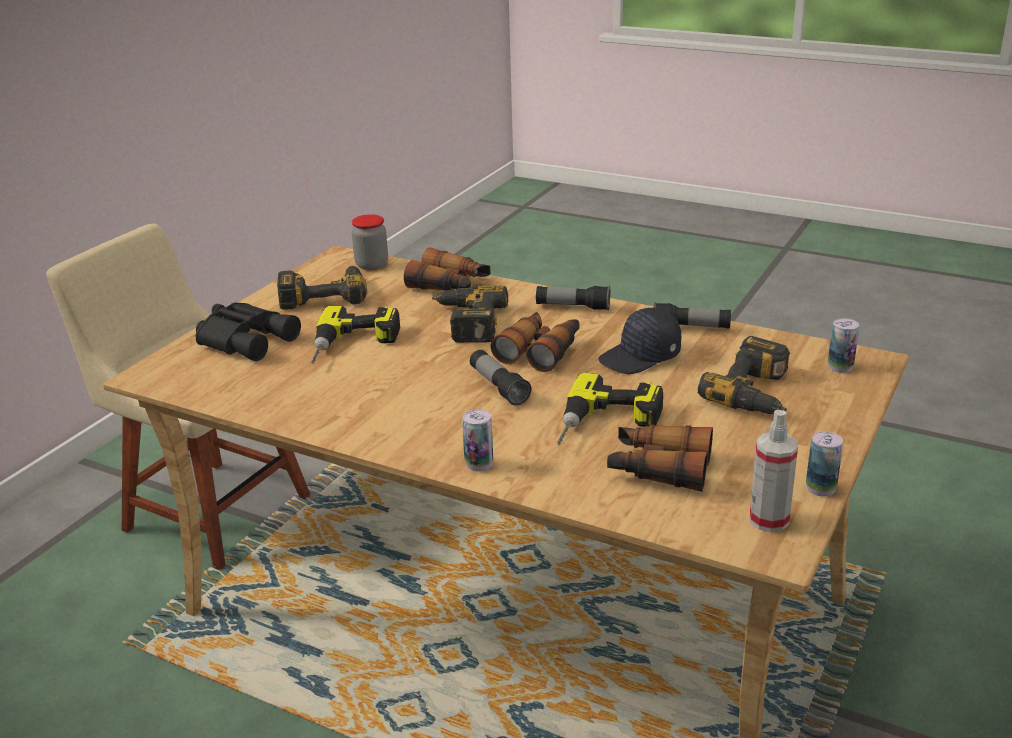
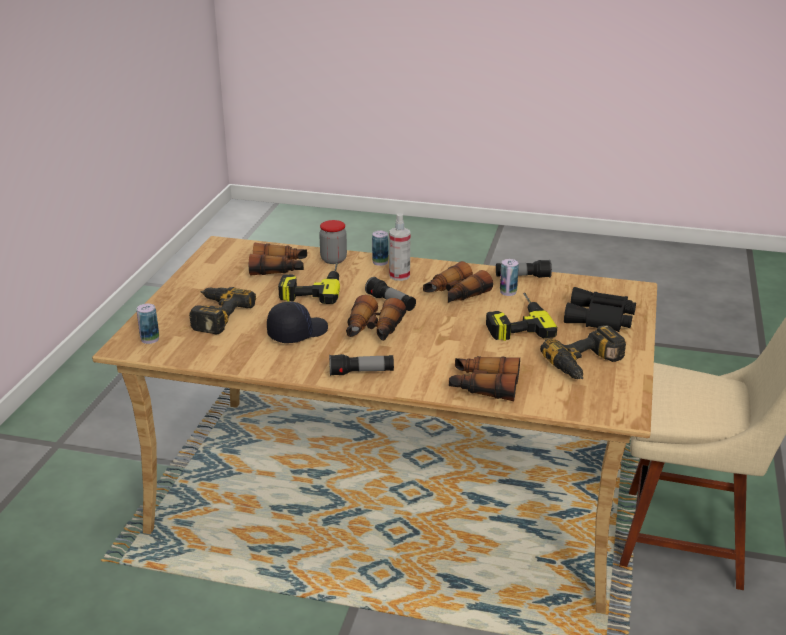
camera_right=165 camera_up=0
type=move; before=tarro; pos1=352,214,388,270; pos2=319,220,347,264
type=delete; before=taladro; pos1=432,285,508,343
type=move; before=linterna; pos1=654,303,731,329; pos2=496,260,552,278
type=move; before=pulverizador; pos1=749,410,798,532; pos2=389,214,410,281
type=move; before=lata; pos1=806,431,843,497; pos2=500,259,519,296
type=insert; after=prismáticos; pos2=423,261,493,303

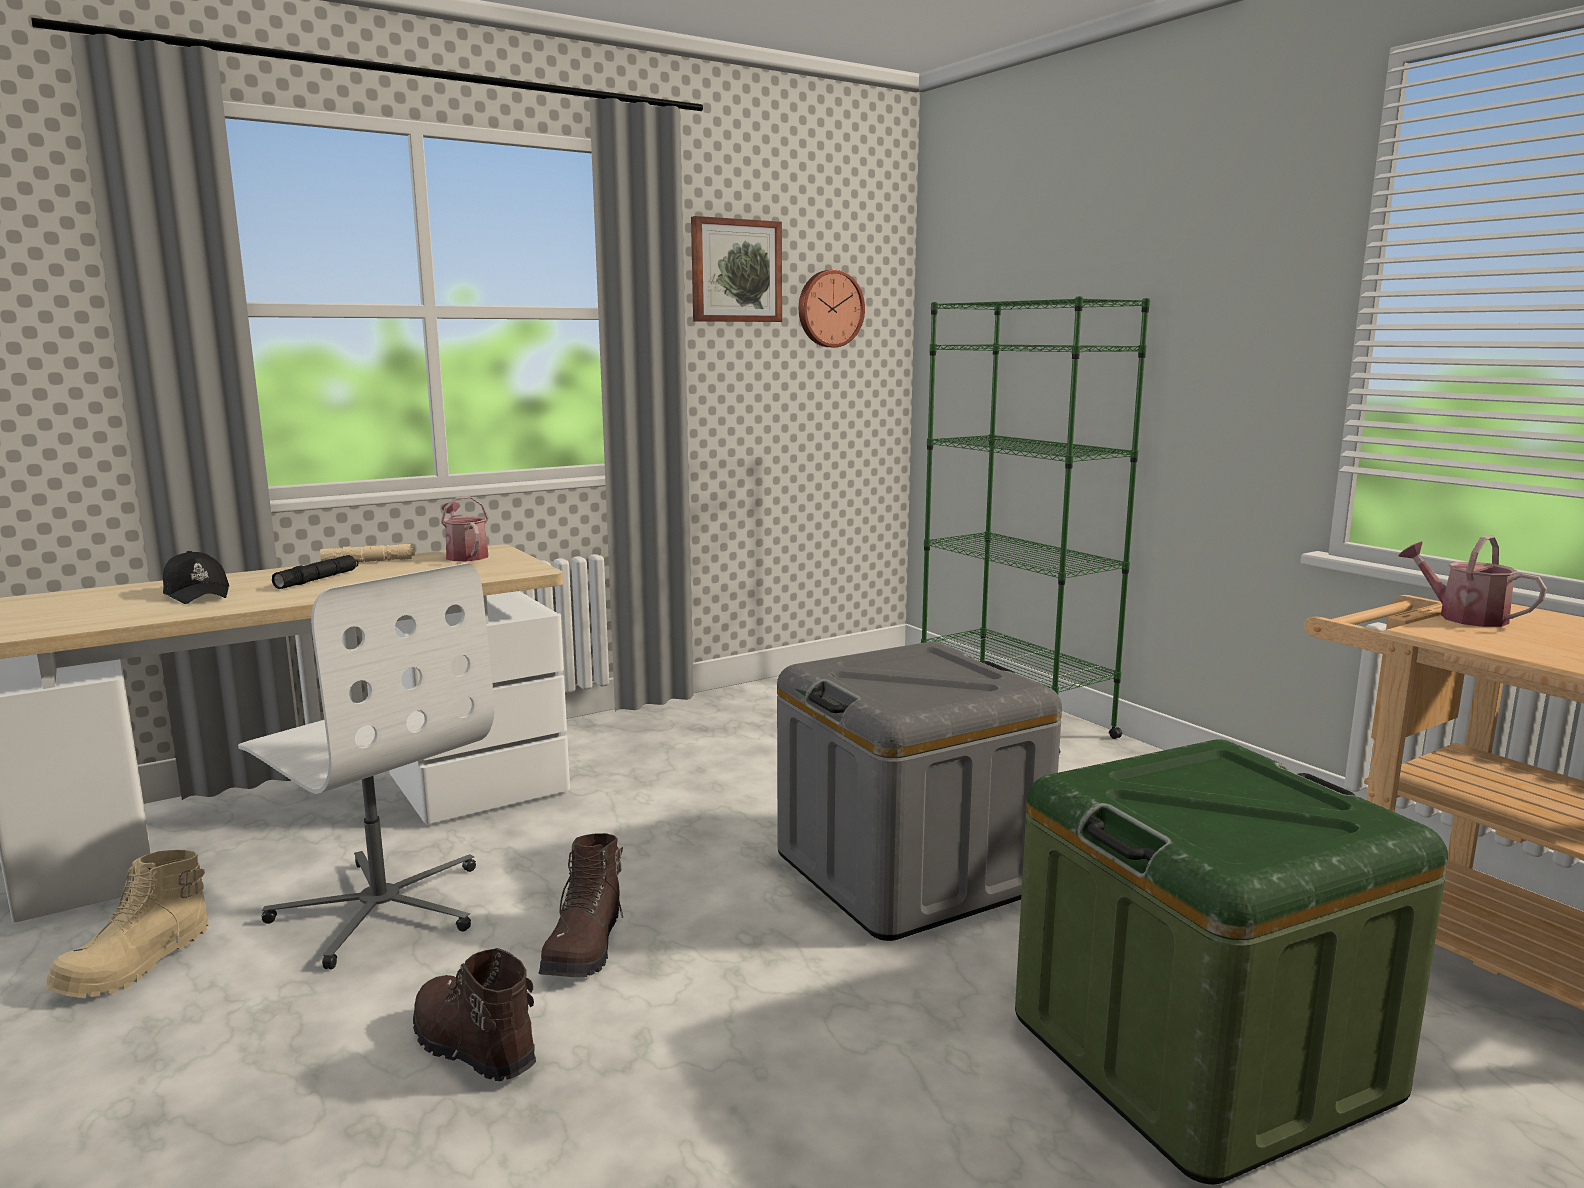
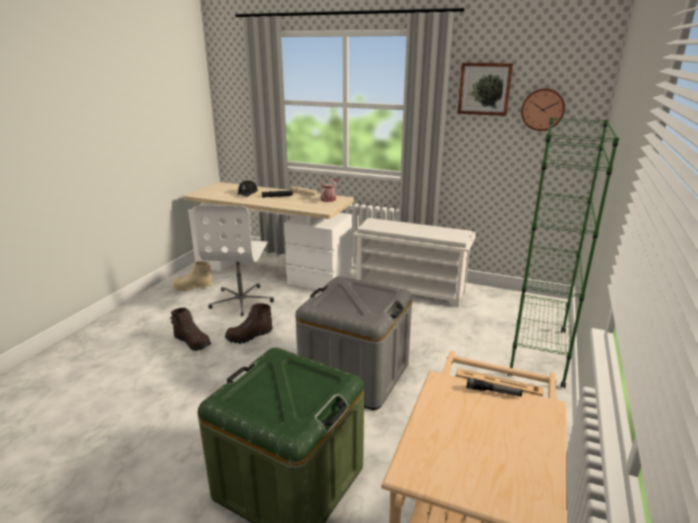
camera_right=55 camera_up=10
type=rotate; before=bota/marrón; pos1=413,948,536,1081; pos2=170,308,211,351; turn=120
type=replace; before=regadera; after=linterna; pos1=1398,535,1547,627; pos2=467,377,522,396
type=insert; after=zapatero/blanco; pos2=353,218,476,308

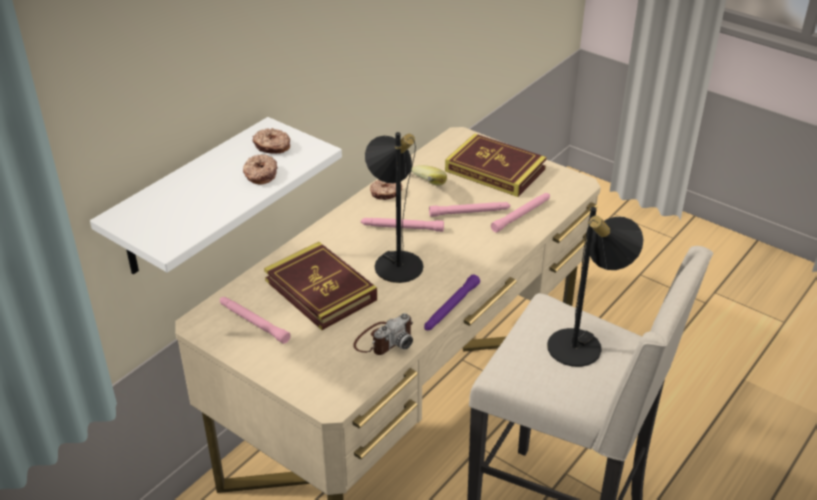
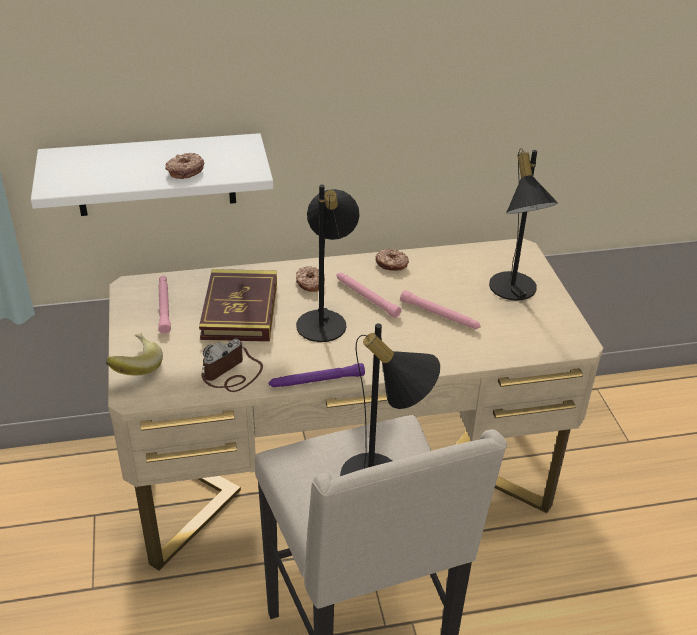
camera_right=40 camera_up=0
type=move; before=rosquilla; pos1=252,128,290,154; pos2=296,266,325,292
type=rotate; before=cámara; pos1=353,313,413,355; pos2=201,339,263,392; turn=135
type=move; before=plátano; pos1=411,165,447,186; pos2=105,333,163,375
type=replace; before=libro; after=lámpara de mesa/negro; pos1=445,133,547,197; pos2=489,148,558,301
type=delete; before=linterna/rosa; pos1=491,193,550,232

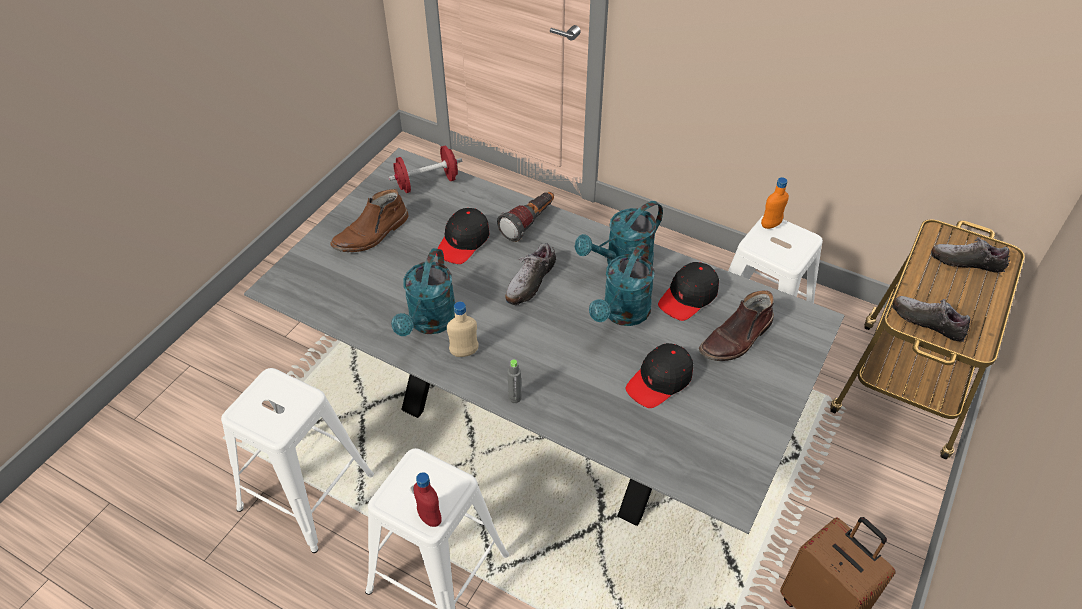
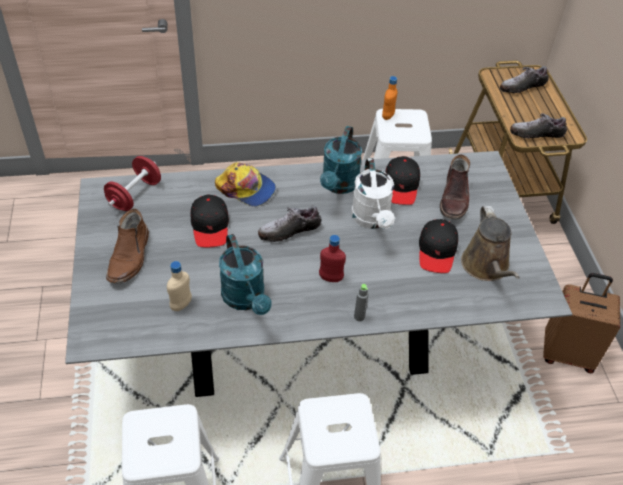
camera_right=-40 camera_up=0
type=move; before=botella/rojo; pos1=413,472,442,527; pos2=319,235,346,282
type=move; before=botella/beis; pos1=447,302,478,357; pos2=167,261,192,311
type=replace; before=linterna; after=gorra; pos1=497,192,554,242; pos2=215,162,276,207
type=rotate; before=zapato; pos1=505,243,556,305; pos2=258,206,321,242; turn=75
type=recolor; before=regadera/turquesa; after=regadera/blanco; pos1=589,242,655,326; pos2=351,158,395,229
type=insert; after=regadera/marrón; pos2=461,206,520,281

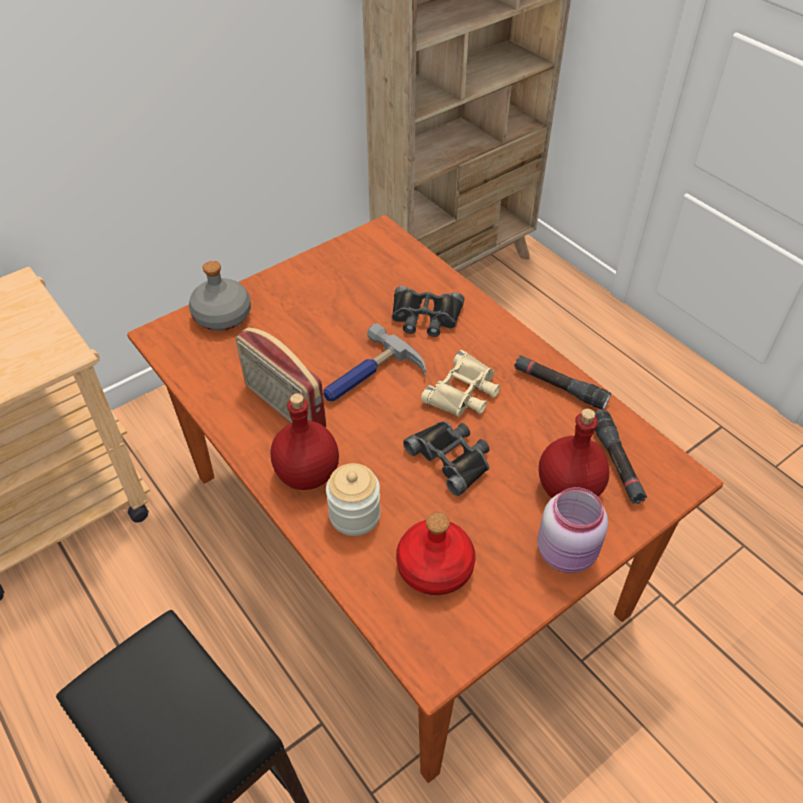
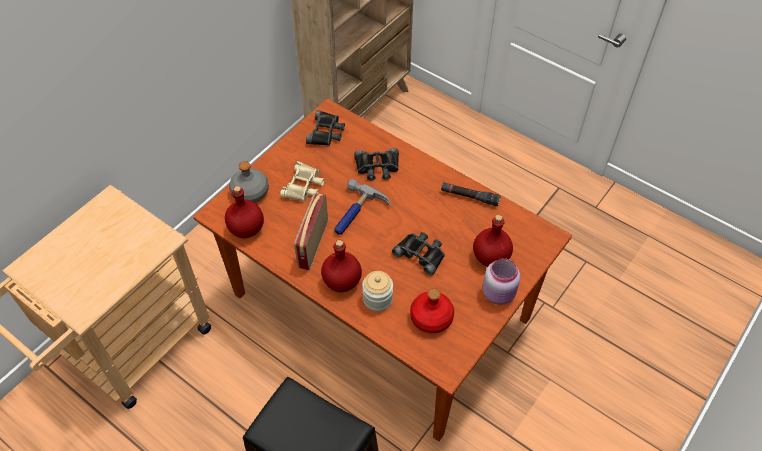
camera_right=-15 camera_up=5
type=rotate; before=radio; pos1=235,326,326,428; pos2=294,194,328,270; turn=75
type=move; before=prismáticos/beis; pos1=421,350,500,417; pos2=280,161,324,202
type=delete; before=linterna/negro; pos1=594,410,647,504
type=insert; after=botella/rojo; pos2=225,186,264,238
type=insert; after=prismáticos/negro; pos2=306,110,345,146

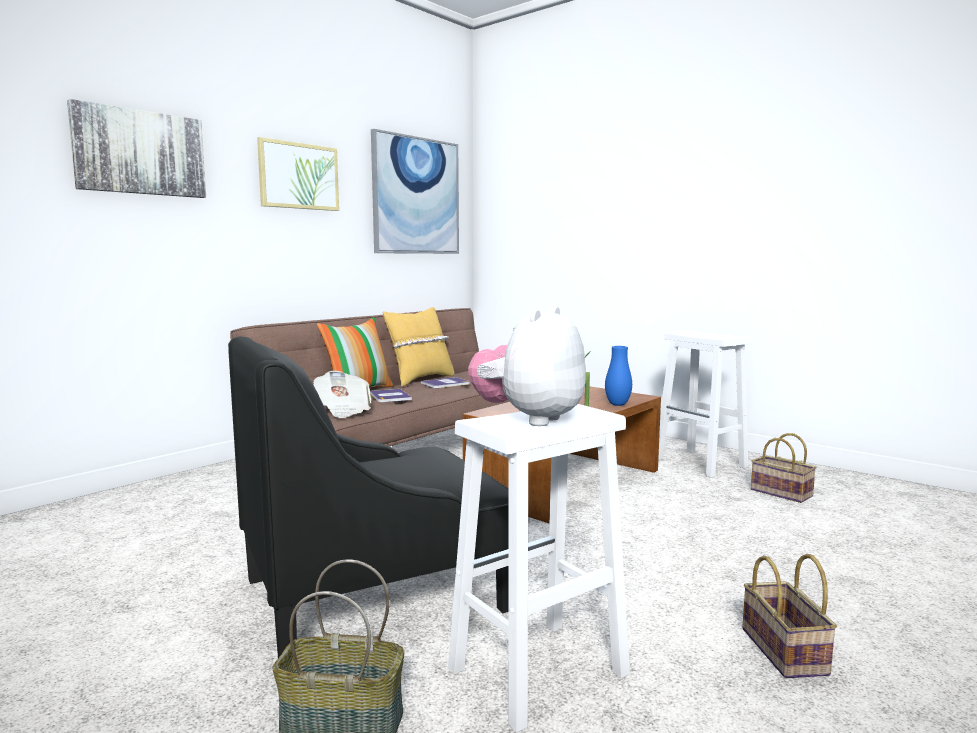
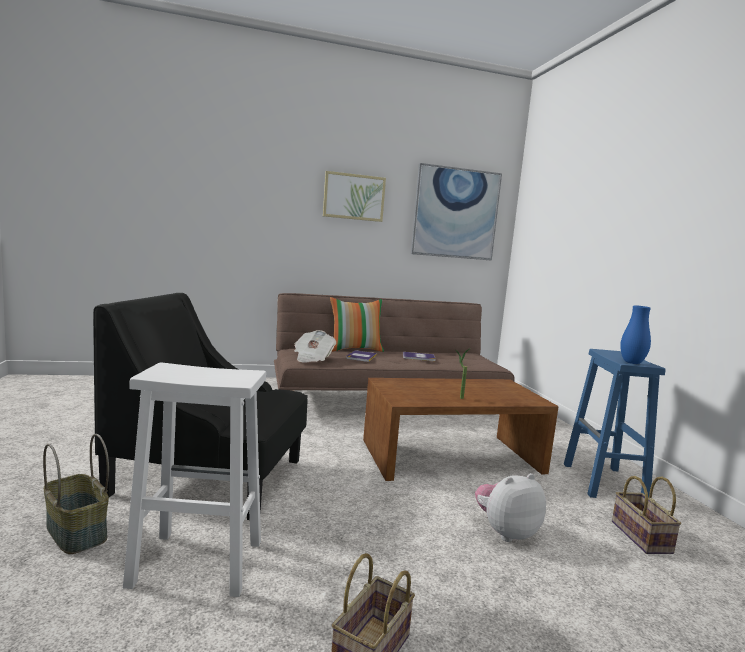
camera_right=35 camera_up=0
type=delete; before=cuadro; pos1=67,99,206,198
type=delete; before=cojín/amarillo; pos1=383,307,455,386
type=move; before=peluche; pos1=468,306,586,426; pos2=475,473,546,542
type=move; before=florero/azul; pos1=605,346,632,406; pos2=620,305,651,364
type=recolor; before=taburete/blanco; after=taburete/azul; pos1=658,330,751,478; pos2=564,349,665,498

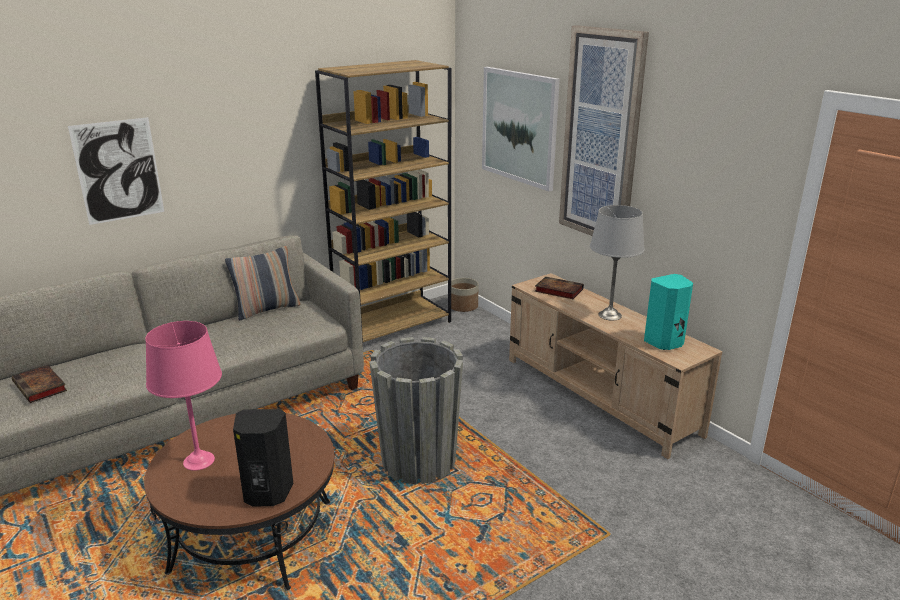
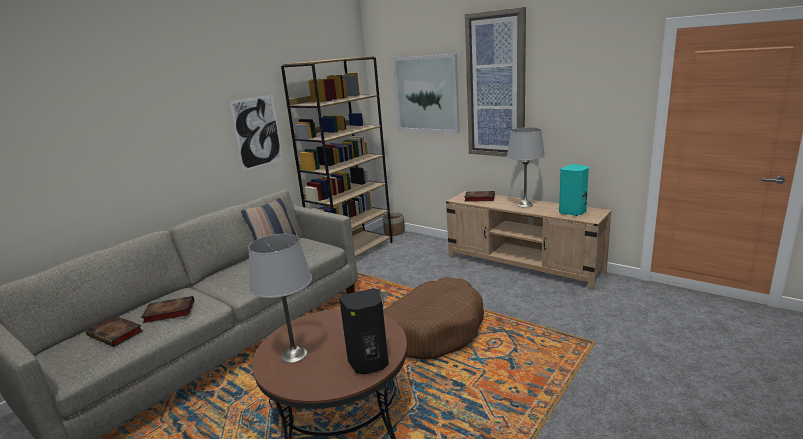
camera_right=-15 camera_up=-5
type=move; before=cuadro; pos1=68,117,164,225; pos2=229,95,283,171
type=recolor; before=lámpara de mesa/rosa; after=lámpara de mesa/gris; pos1=145,321,222,471; pos2=248,234,312,363
type=replace; before=maceta/gris; after=cama para perro/marrón; pos1=369,337,463,484; pos2=383,277,484,359
type=insert; after=libro; pos2=141,296,194,323

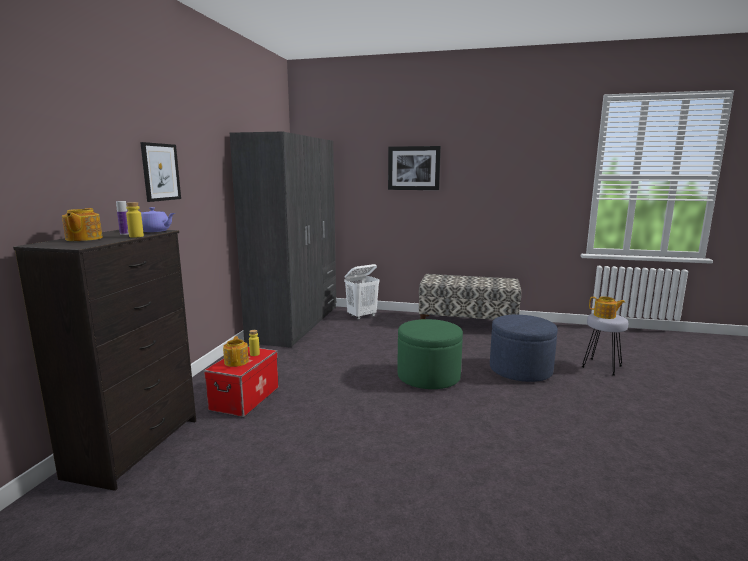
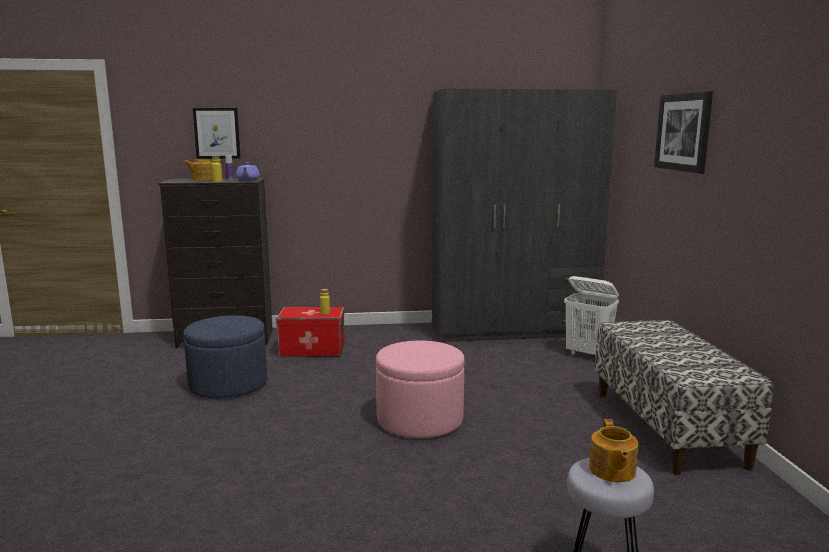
camera_right=70 camera_up=0
type=move; before=cuadro; pos1=140,142,181,202; pos2=193,108,241,159
type=delete; before=tetera; pos1=223,336,249,367
type=recolor; before=puf/verde; after=puf/rosa; pos1=397,319,463,389; pos2=376,341,465,438
type=move; before=puf/azul; pos1=490,315,558,382; pos2=183,315,267,398

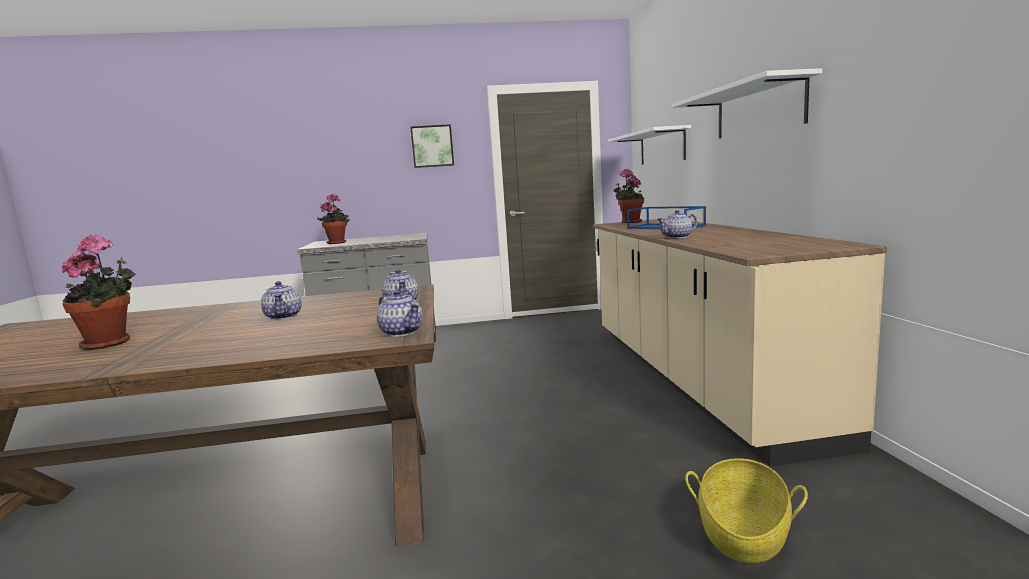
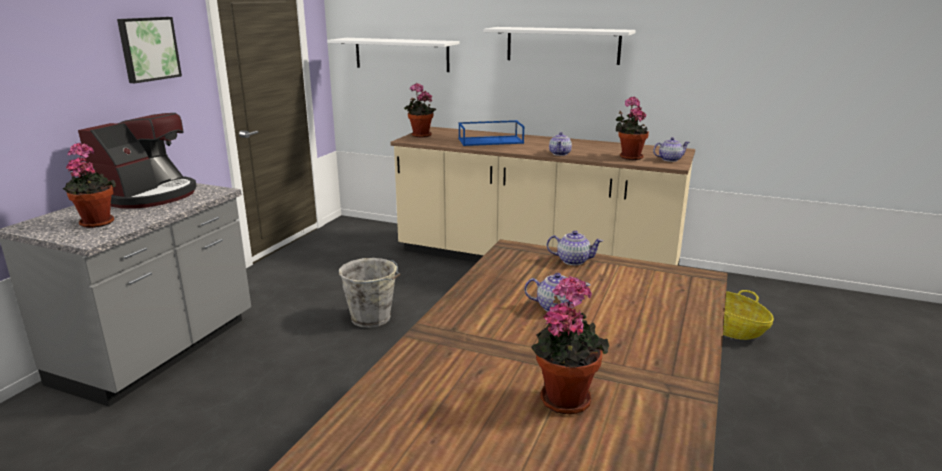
camera_right=-60 camera_up=10
type=move; before=tetera; pos1=377,290,423,337; pos2=653,137,690,162
type=insert; after=cafetera; pos2=78,113,197,209
type=insert; after=cubo/gris; pos2=339,258,401,328
type=insert; after=planta en maceta; pos2=615,97,649,160

